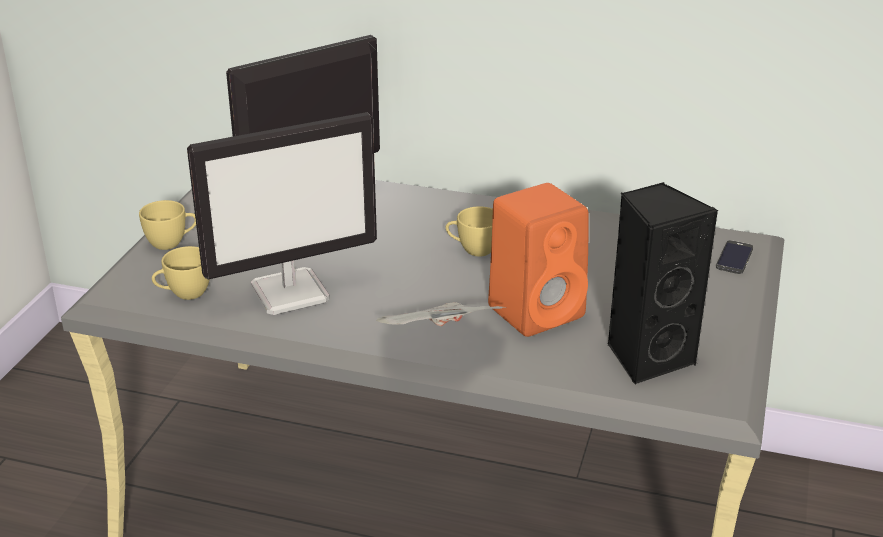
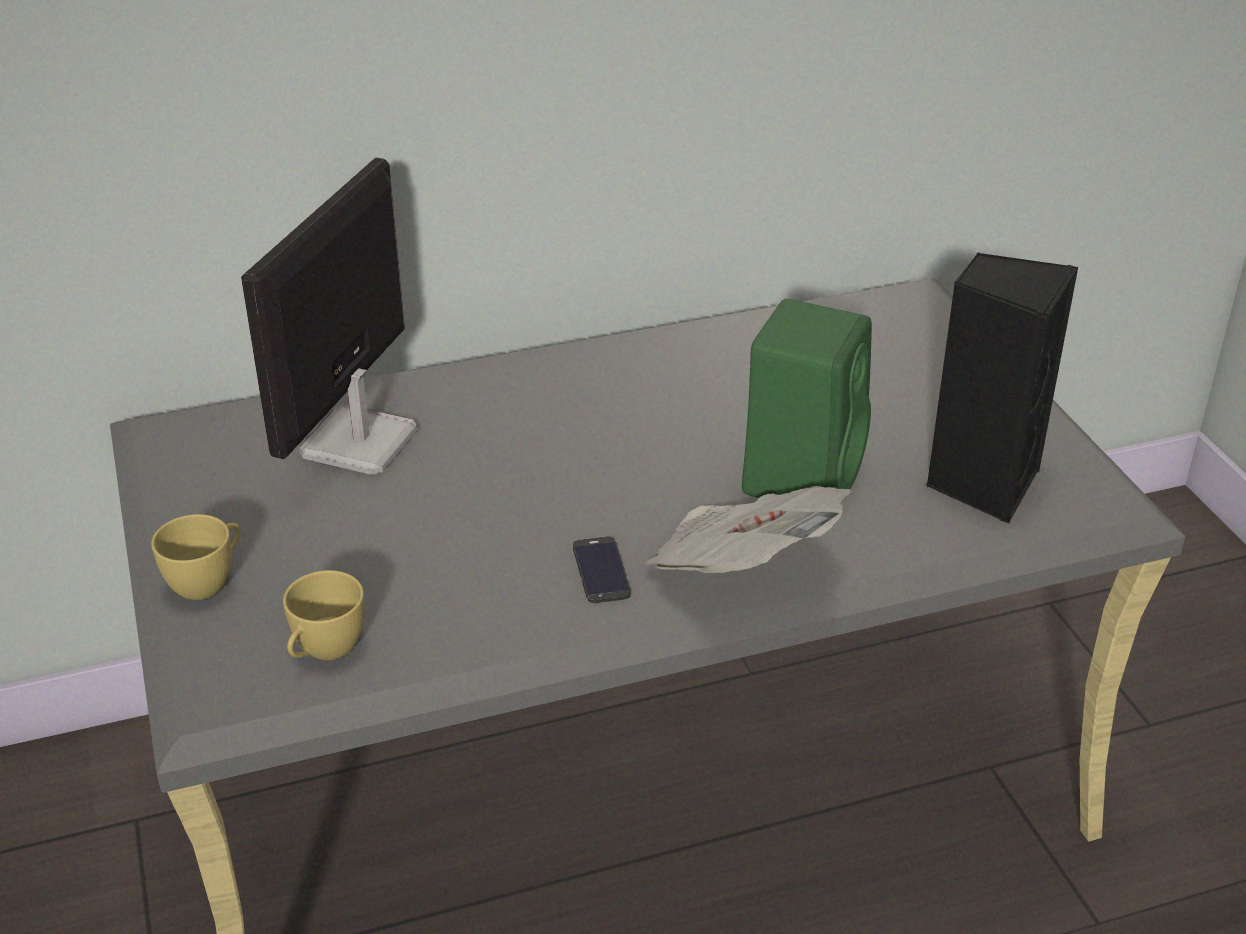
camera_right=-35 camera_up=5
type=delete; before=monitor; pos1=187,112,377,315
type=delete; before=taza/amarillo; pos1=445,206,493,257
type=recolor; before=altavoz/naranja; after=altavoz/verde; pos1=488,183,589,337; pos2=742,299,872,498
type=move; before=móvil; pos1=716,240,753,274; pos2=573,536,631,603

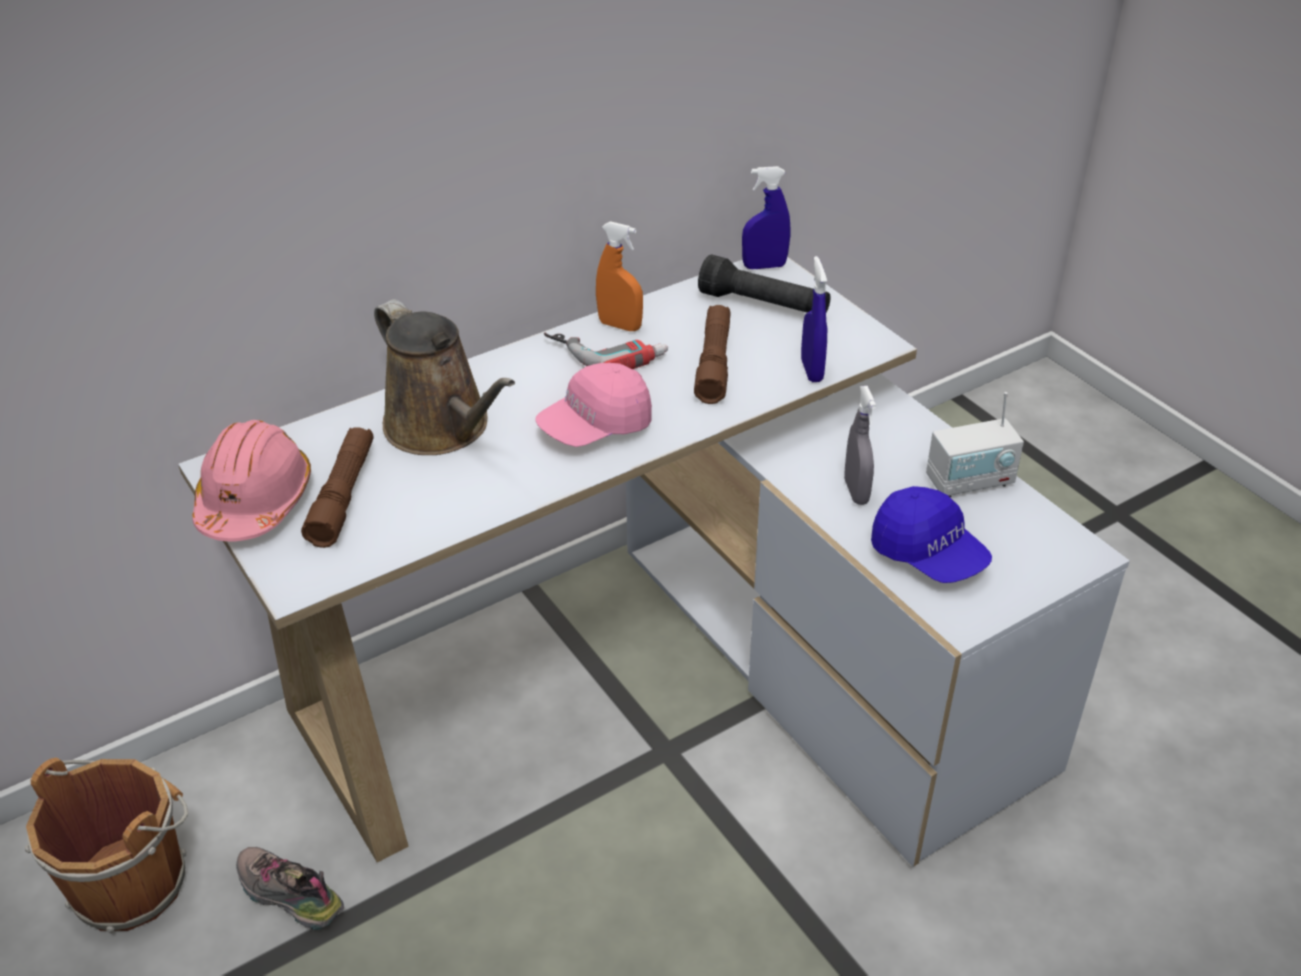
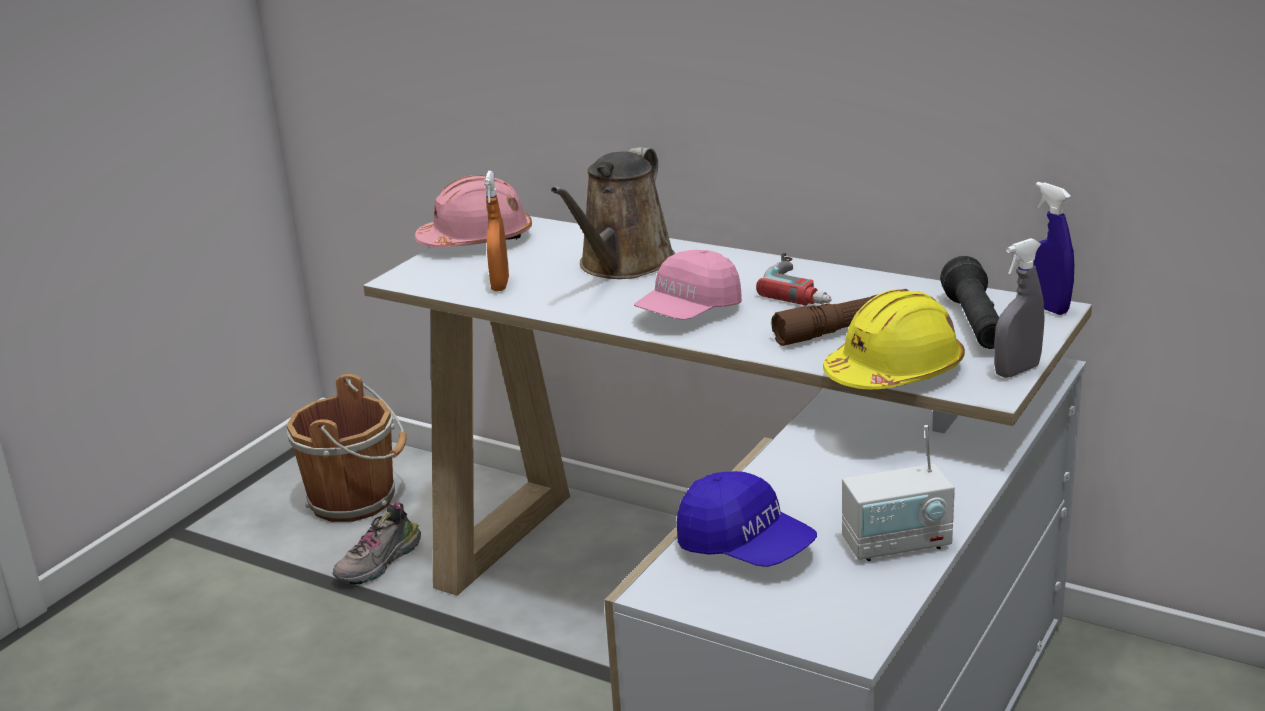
camera_right=65 camera_up=-15
type=rotate; before=zapato; pos1=236,847,344,930; pos2=333,502,421,585; turn=-150
type=delete; before=linterna/marrón; pos1=301,427,374,548
type=rotate; before=gorra/rosa; pos1=535,363,652,447; pos2=634,250,742,320; turn=-75
type=move; before=pulverizador/naranja; pos1=596,221,643,331; pos2=484,171,509,291
type=replace; before=pulverizador/azul; after=casco/amarillo; pos1=801,256,827,382; pos2=823,289,965,389
type=move; before=pulverizador/gris; pos1=844,386,876,505; pos2=994,238,1045,378
type=rotate; before=gorra/azul; pos1=871,486,992,583; pos2=677,471,817,567; turn=-75
type=rotate; before=radio; pos1=926,392,1024,497; pos2=842,425,955,561; turn=-60

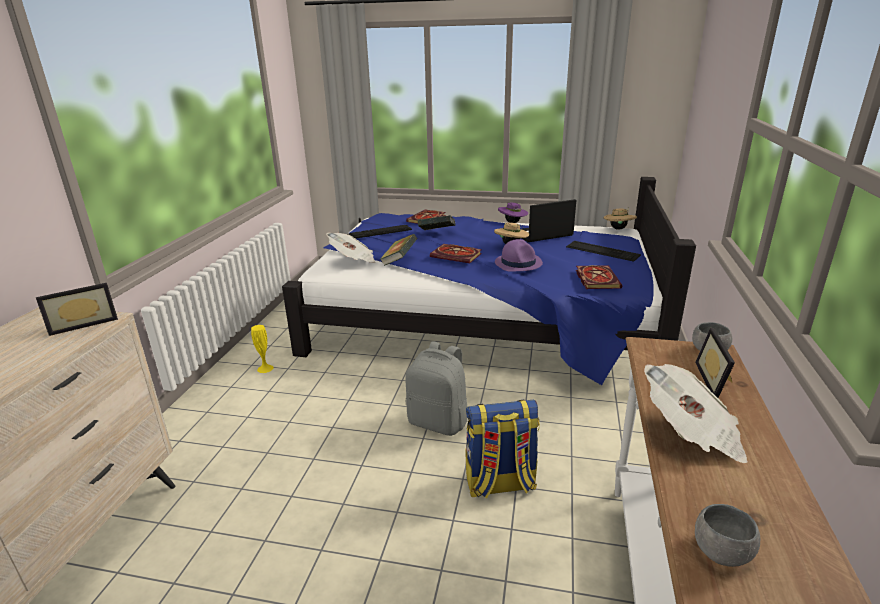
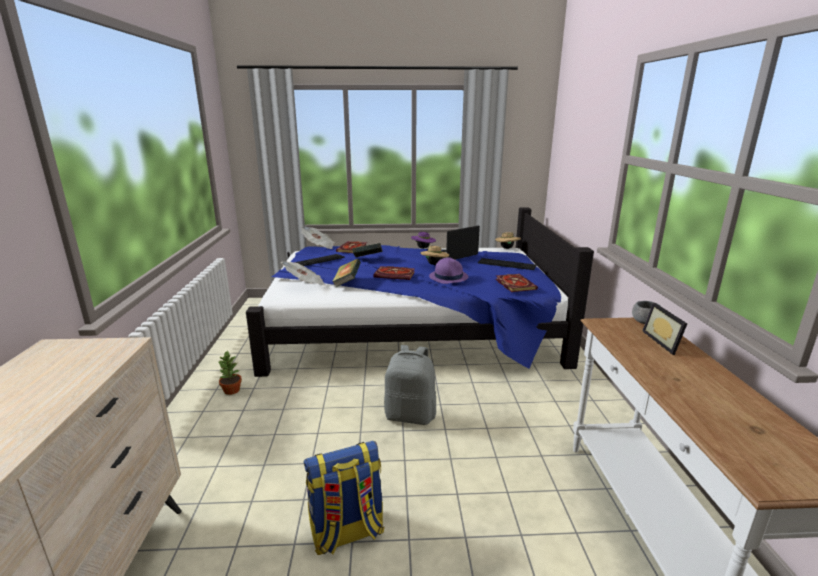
camera_right=-15 camera_up=-5
type=delete; before=portarretratos; pos1=36,283,118,336
type=replace; before=florero/amarillo; after=planta en maceta; pos1=251,325,273,373; pos2=218,351,242,395
type=move; before=mochila; pos1=466,400,540,499; pos2=304,441,385,555
type=move; before=periódico; pos1=644,364,748,463; pos2=301,226,335,249
type=delete; before=cuenco/gris; pos1=695,504,760,567

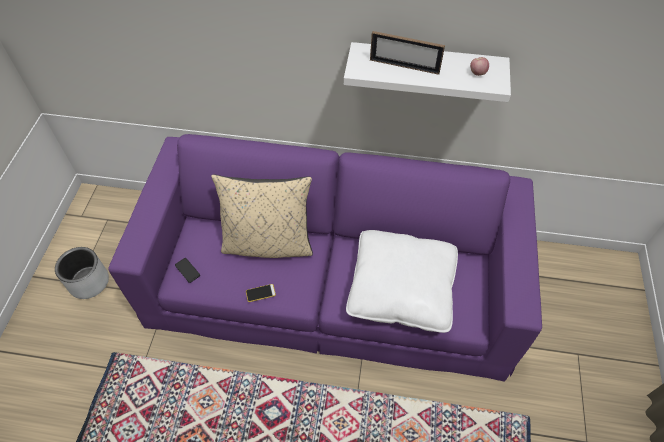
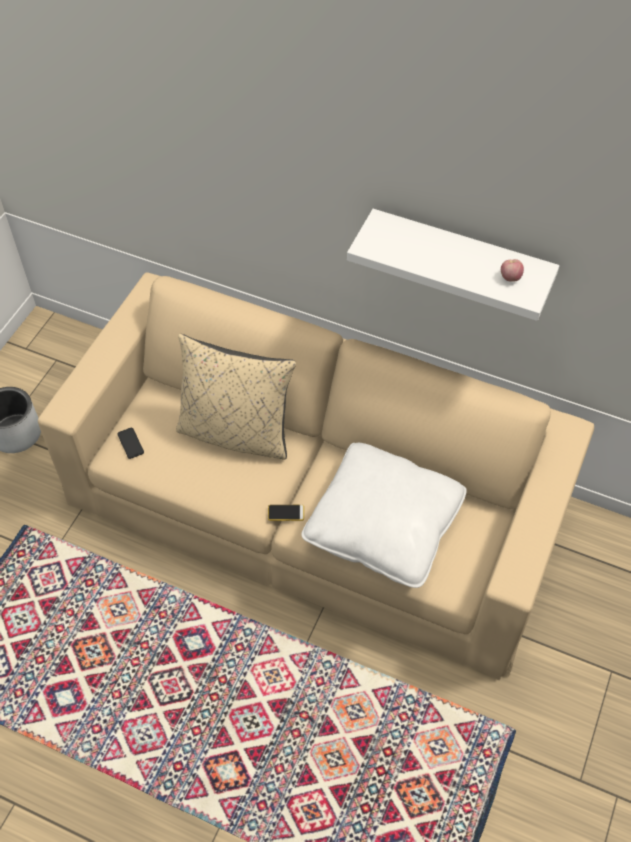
camera_right=15 camera_up=0
type=recolor; before=sofá/morado; after=sofá/beis; pos1=108,134,542,382; pos2=38,272,594,680
type=move; before=móvil; pos1=246,284,276,302; pos2=268,505,304,521
type=delete; before=portarretratos; pos1=370,31,445,75

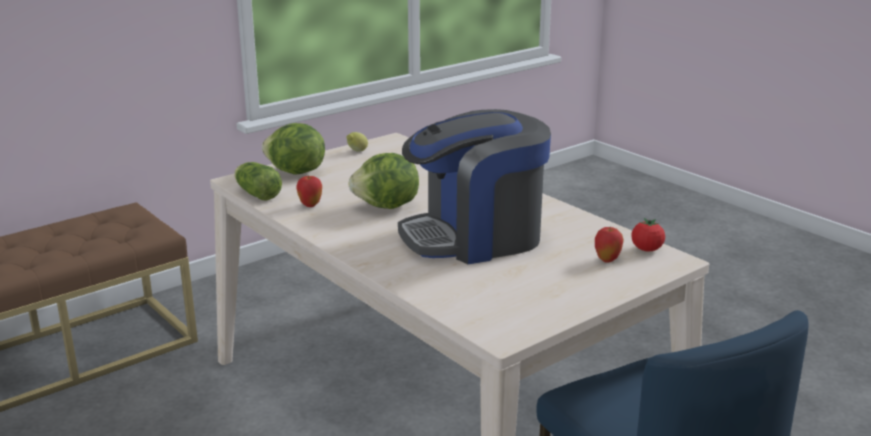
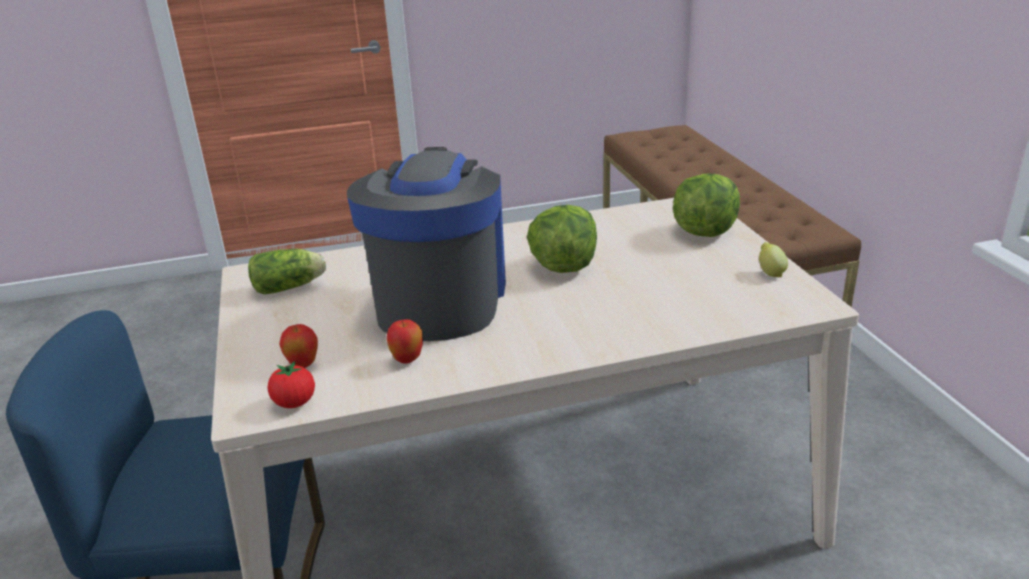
camera_right=115 camera_up=5
type=move; before=lechuga; pos1=234,162,282,201; pos2=248,249,326,294
type=move; before=manzana; pos1=296,176,322,207; pos2=387,319,423,364

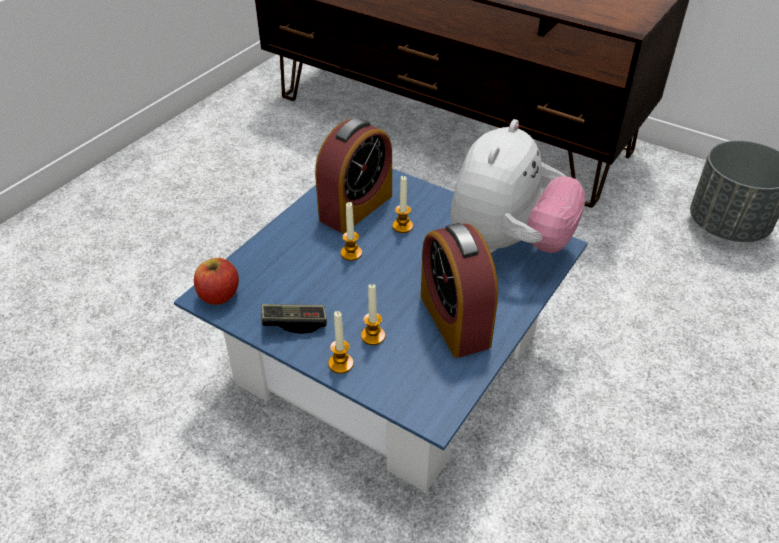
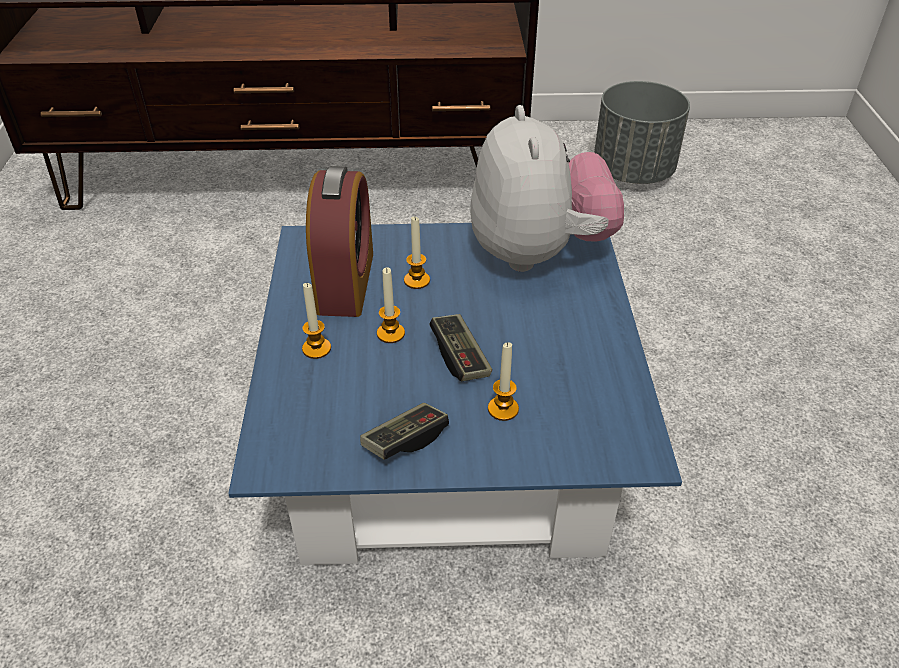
camera_right=-35 camera_up=0
type=delete; before=manzana; pos1=194,258,239,305
type=move; before=vela; pos1=328,311,354,374; pos2=302,283,331,359
type=delete; before=despertador; pos1=421,223,498,358
type=insert; after=mando de consola; pos2=430,314,492,381

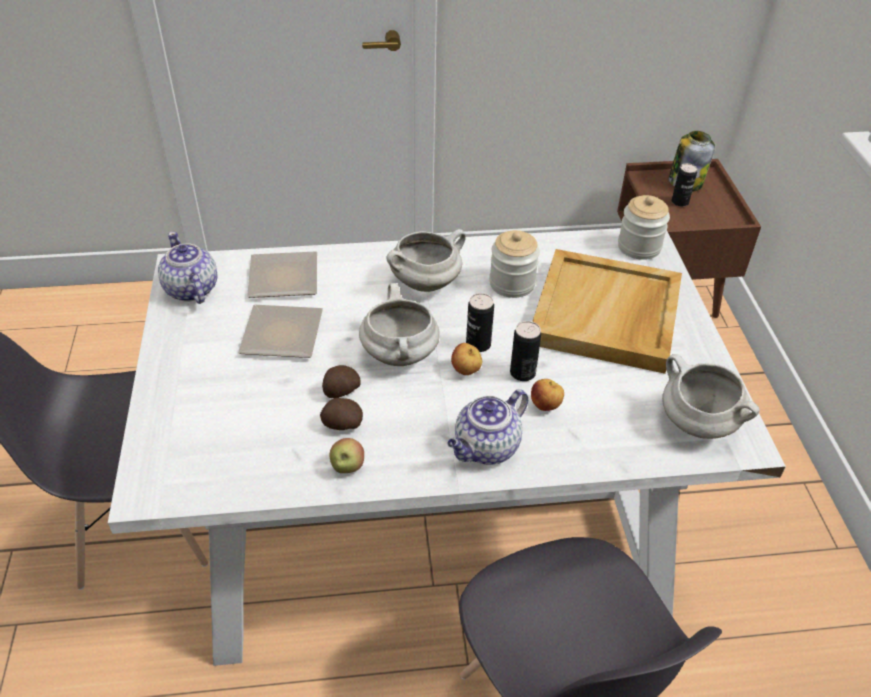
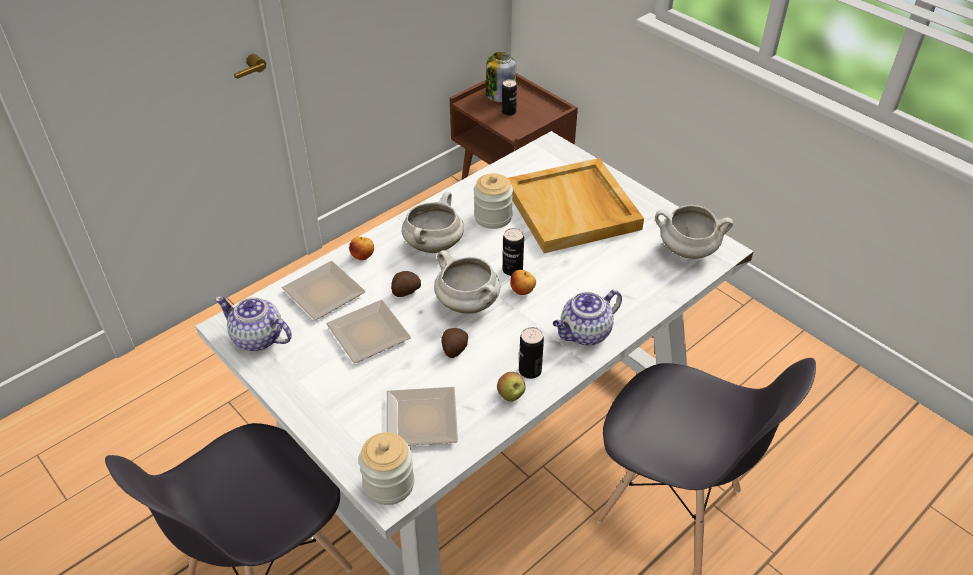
camera_right=-35 camera_up=0
type=move; before=patata; pos1=320,398,363,430; pos2=391,271,421,297
type=rotate; before=tetera; pos1=448,389,528,465; pos2=553,290,622,346; turn=45
type=move; before=lata; pos1=510,321,541,381; pos2=519,327,544,379
type=move; before=manzana; pos1=531,379,564,411; pos2=349,237,374,260
type=move; before=tarro; pos1=618,195,670,260; pos2=359,432,414,505
type=insert; after=plato; pos2=386,387,458,446

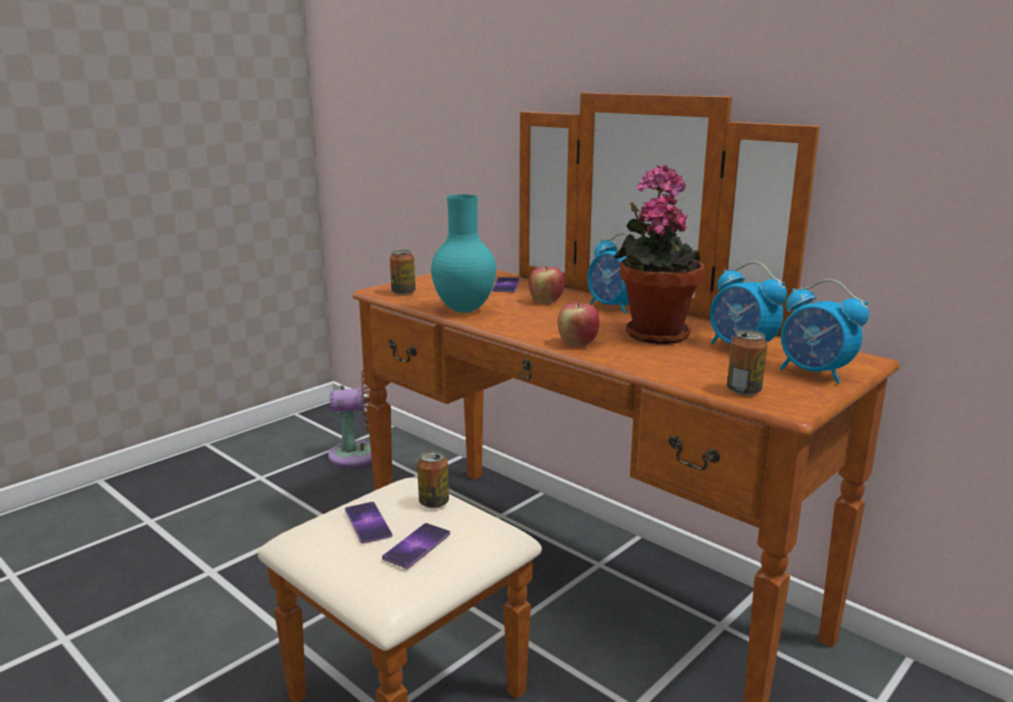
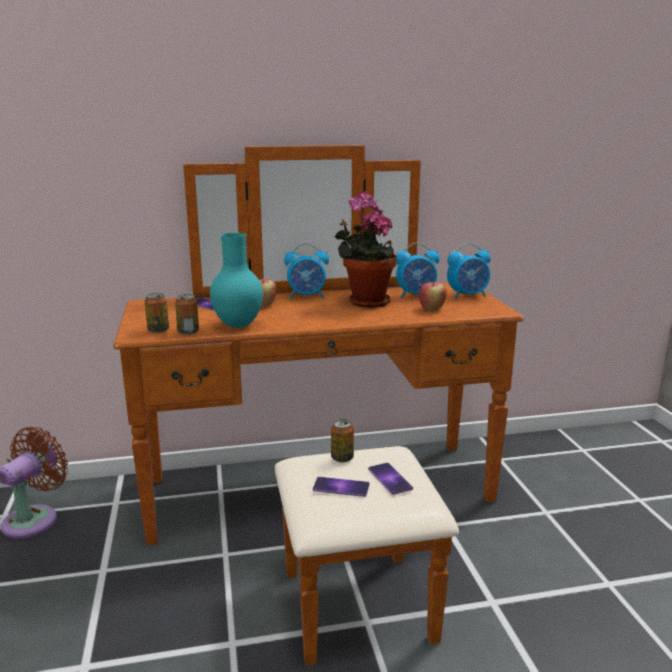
camera_right=-55 camera_up=0
type=move; before=manzana; pos1=558,303,599,346; pos2=419,282,447,310
type=move; before=lata; pos1=727,330,767,395; pos2=175,294,199,335

